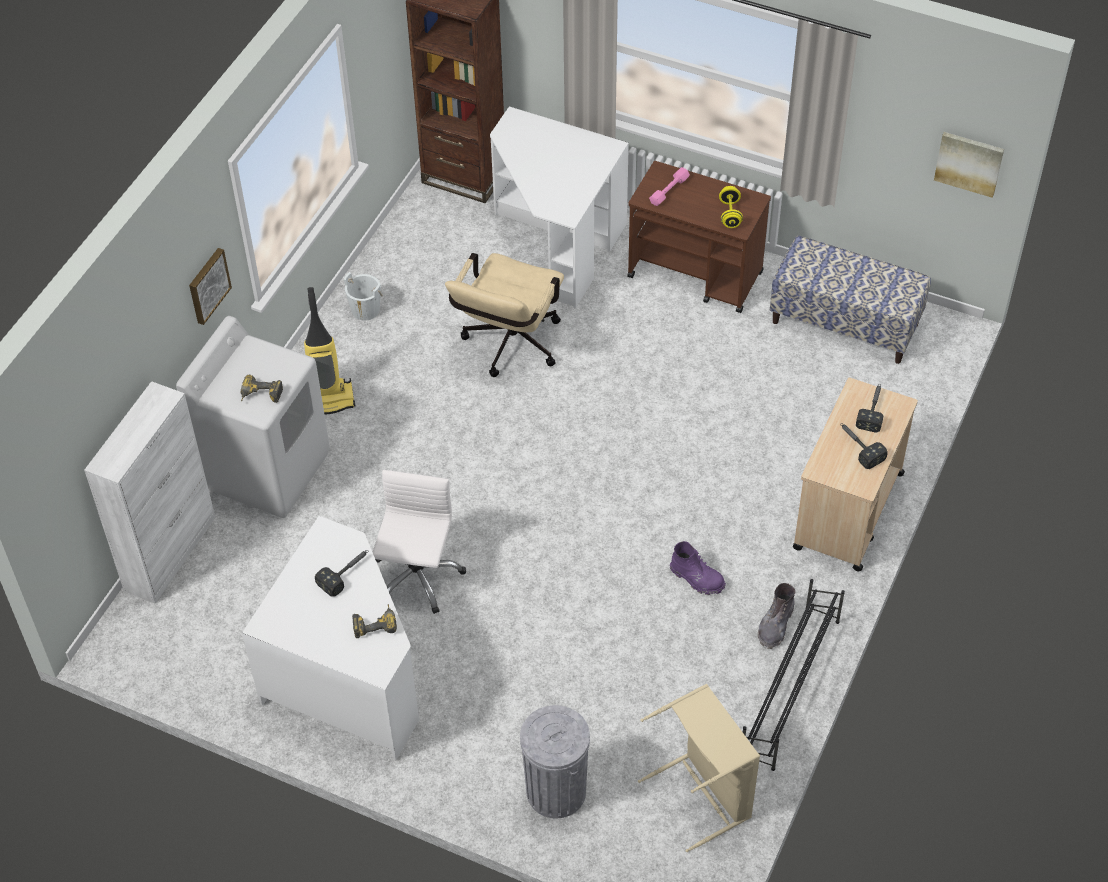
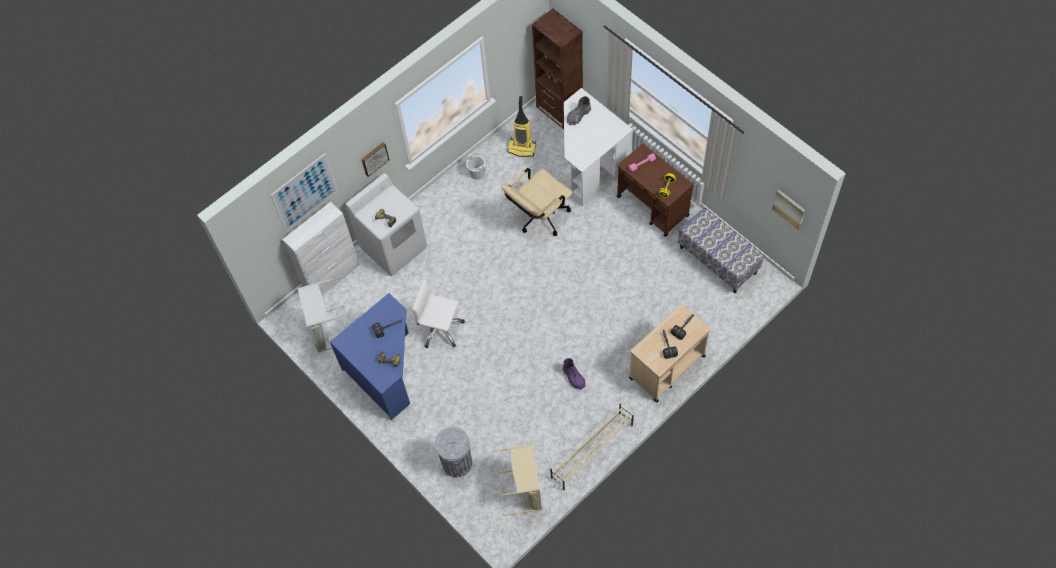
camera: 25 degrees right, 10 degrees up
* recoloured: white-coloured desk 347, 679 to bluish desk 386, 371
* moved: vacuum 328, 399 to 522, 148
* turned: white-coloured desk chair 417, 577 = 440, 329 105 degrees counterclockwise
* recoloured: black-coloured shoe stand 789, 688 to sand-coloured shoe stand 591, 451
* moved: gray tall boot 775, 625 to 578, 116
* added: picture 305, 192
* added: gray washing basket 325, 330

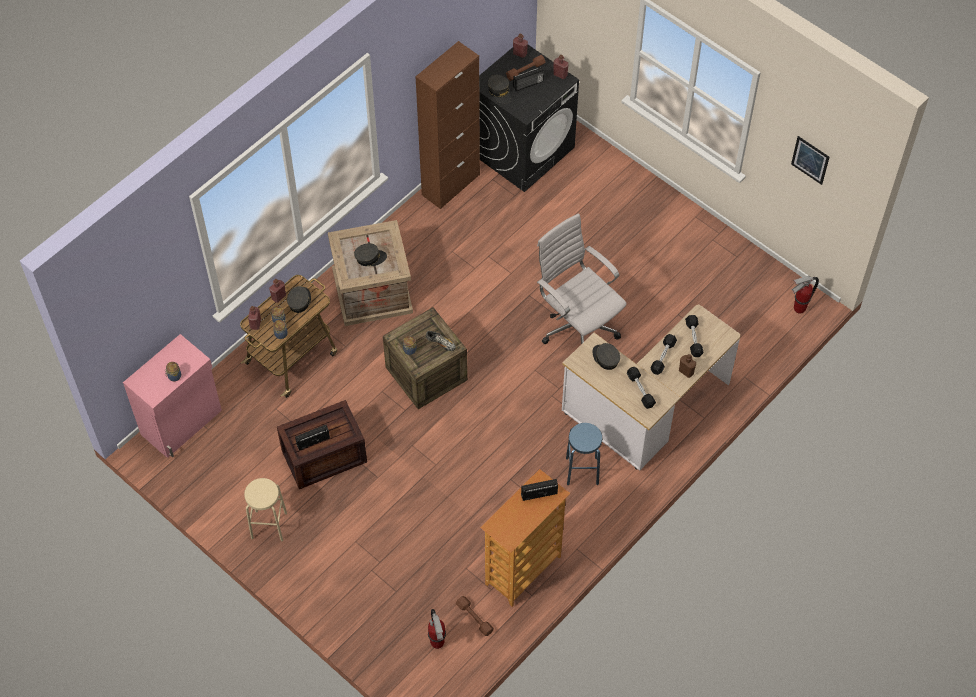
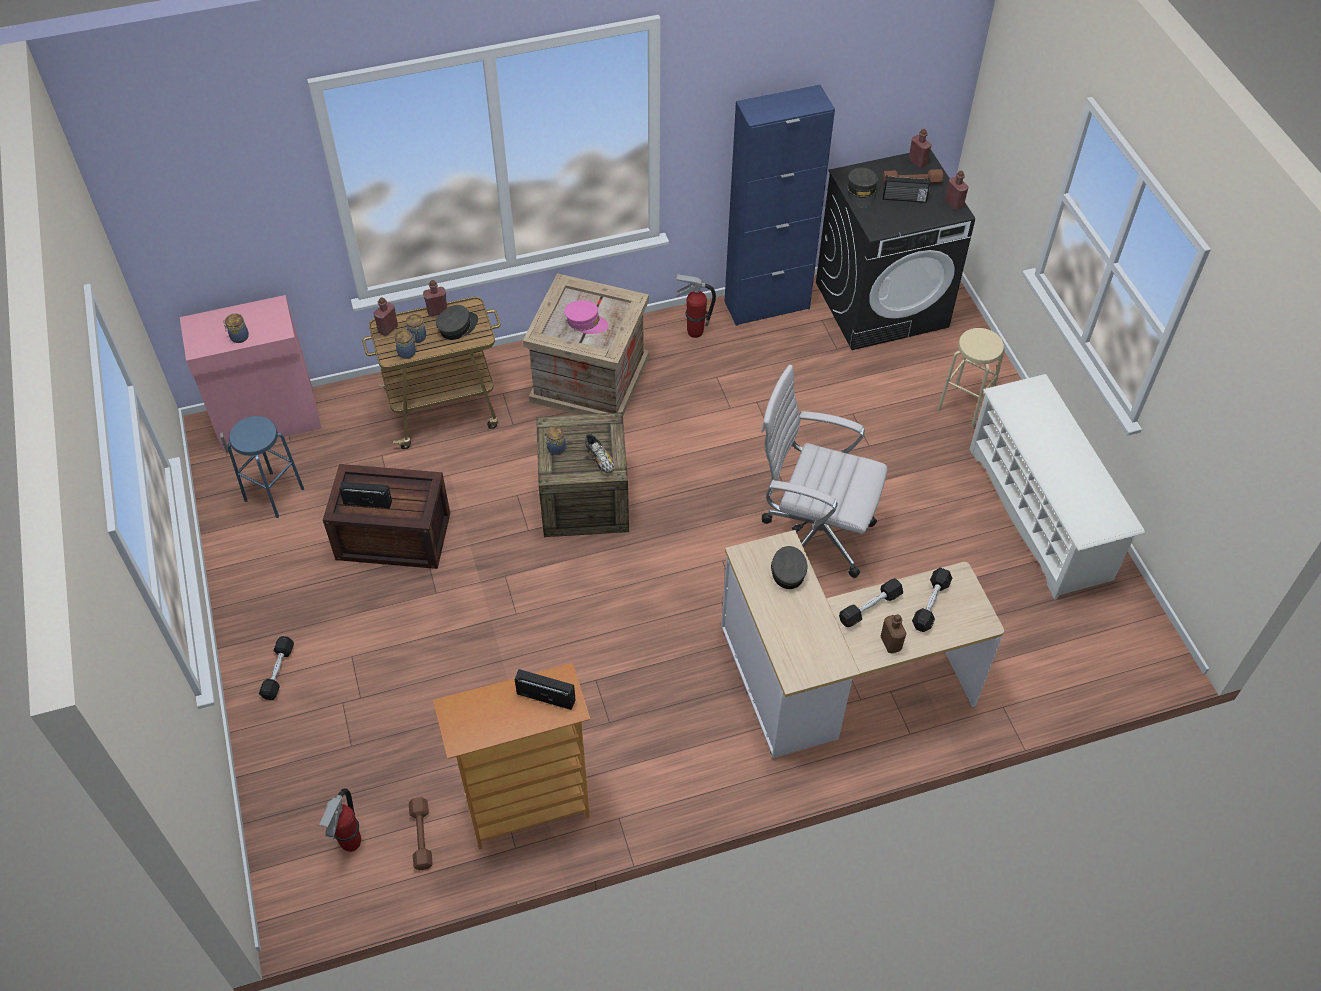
camera: 30 degrees right, 5 degrees down
* moved: sand-coloured stool seat 269, 525 to 964, 406
* recoloured: gray peaked cap 370, 258 to pink peaked cap 586, 322
* recoloured: brown cabinet 450, 185 to bluish cabinet 767, 305
* turned: white-coloured desk chair 577, 327 = 812, 534 60 degrees counterclockwise
* moved: bluish stool seat 582, 471 to 274, 494
* moved: black-coloured hand weight 640, 390 to 278, 672
* removed: picture 810, 160
* moved: fire extinguisher 799, 309 to 694, 332
* added: white-coloured shoe stand 1040, 514

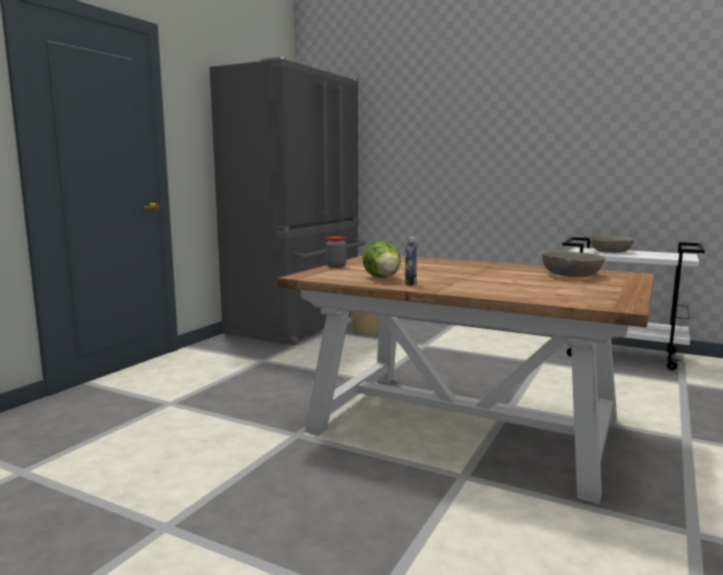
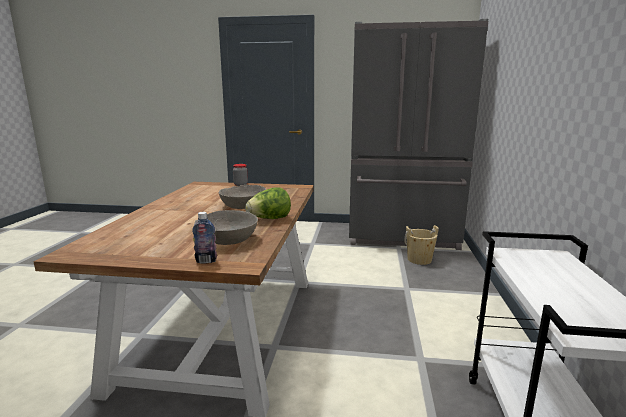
camera: 70 degrees right, 5 degrees up
* moved: head of lettuce 383, 278 to 269, 219
* moved: drink bottle 410, 284 to 206, 261
* moved: gray serving bowl 610, 251 to 243, 205

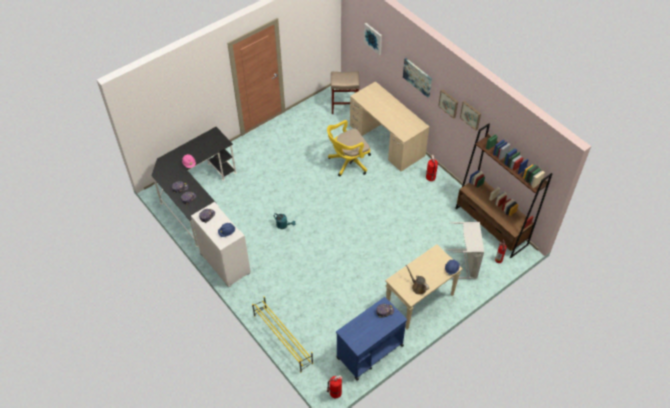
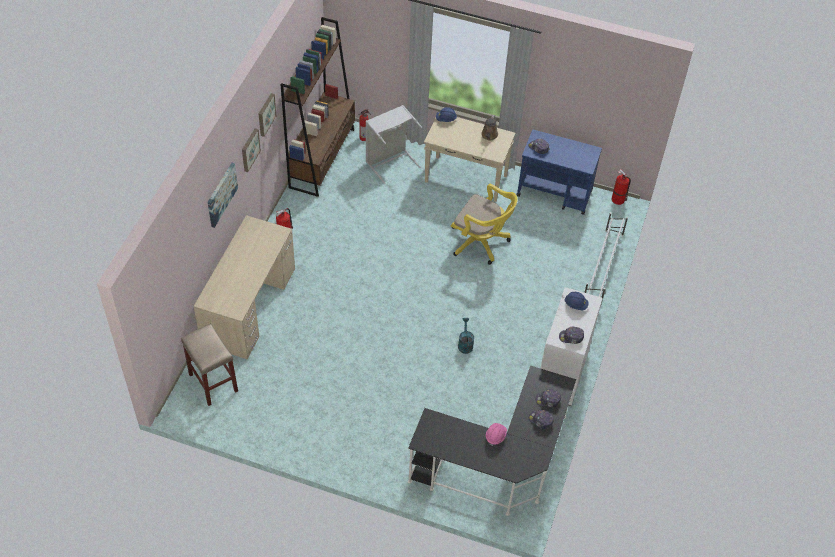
camera: 125 degrees left, 0 degrees up
* recoloured: yellowish shoe stand 282, 338 to white-coloured shoe stand 602, 268
* moved: yellowish desk chair 347, 162 to 481, 243
* removed: picture 373, 38

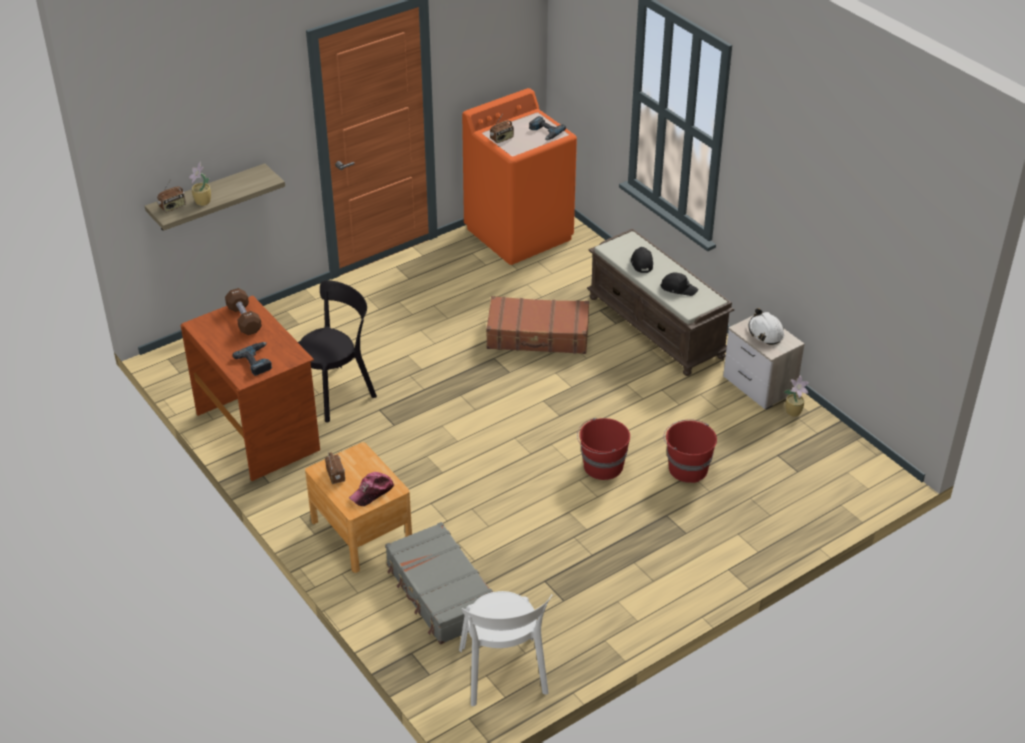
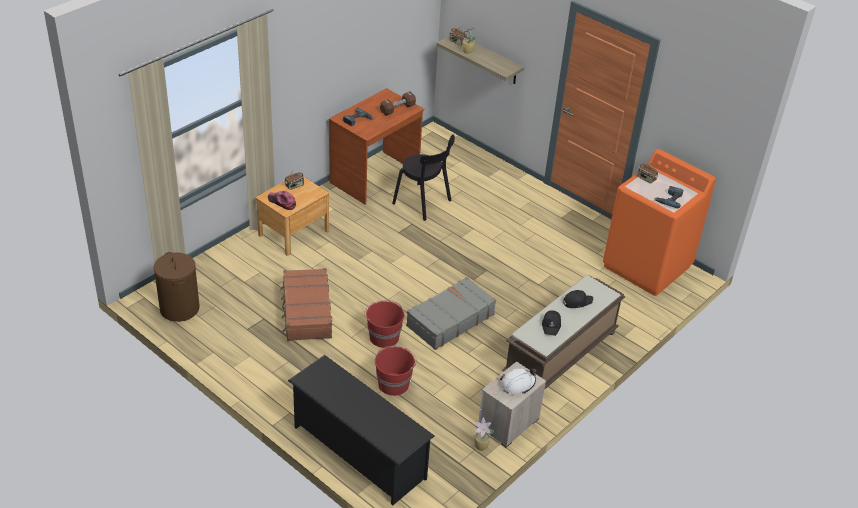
camera: 75 degrees right, 0 degrees up
* moved: gray piece of luggage 440, 593 to 449, 320
* replaced: white-coloured chair 503, 675 to brown washing basket 179, 308
* moved: brown piece of luggage 538, 336 to 306, 312
* added: black-coloured shoe stand 358, 452

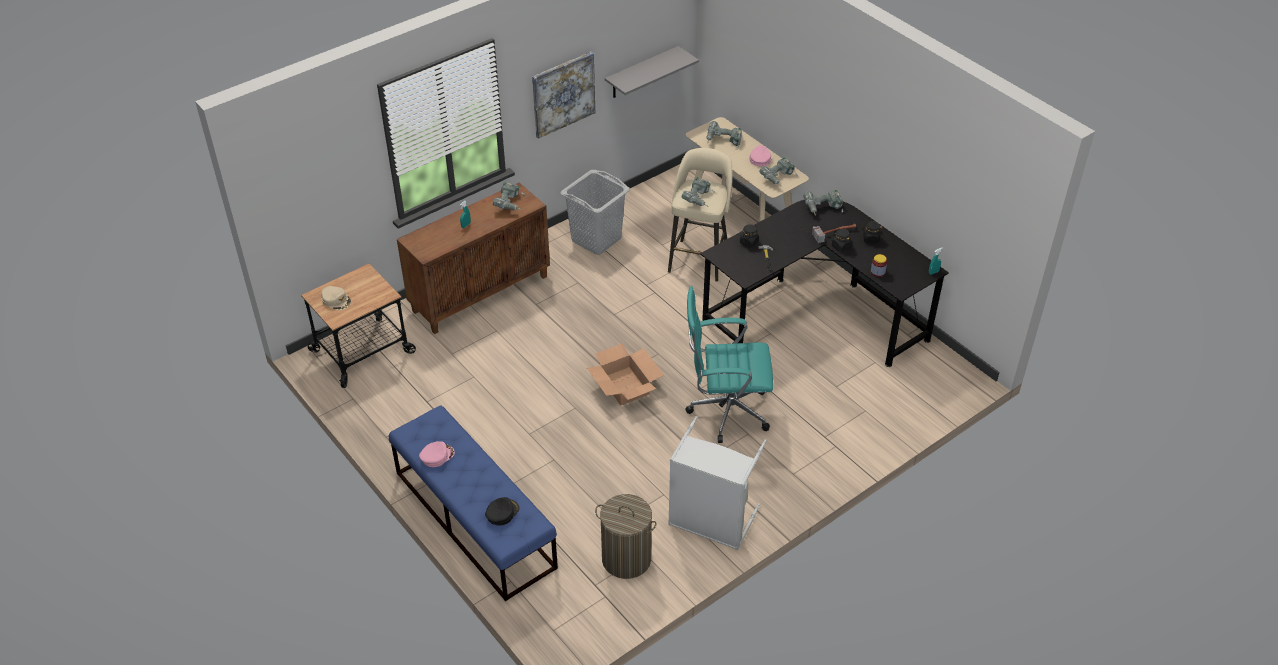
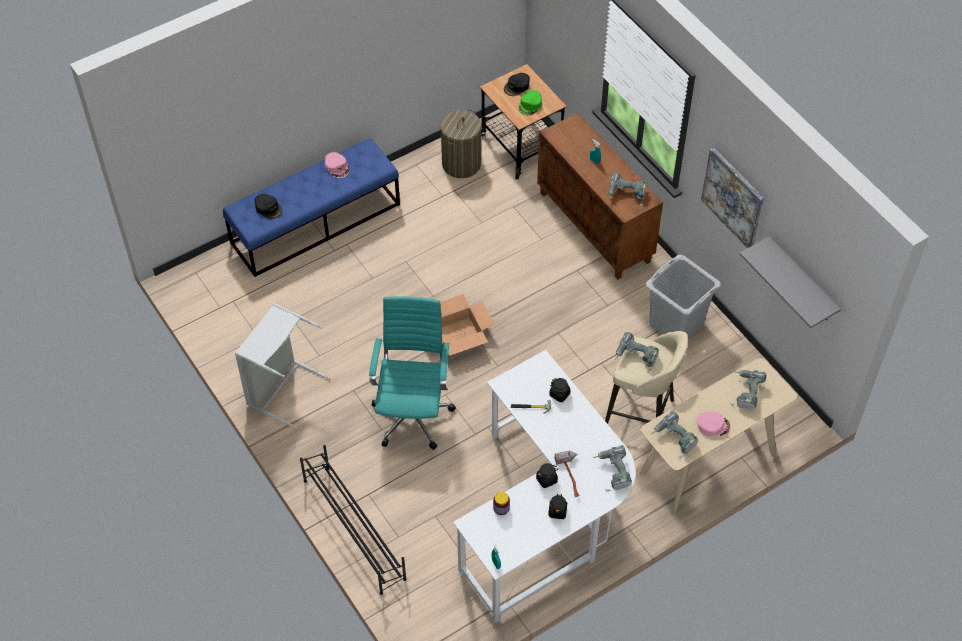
camera: 95 degrees right, 10 degrees up
* recoloured: sand-coloured peaked cap 336, 300 to black-coloured peaked cap 517, 86
* moved: washing basket 626, 559 to 461, 164
* recoloured: black-coloured desk 815, 313 to white-coloured desk 546, 514
* added: black-coloured shoe stand 354, 528
* added: green-coloured peaked cap 530, 105

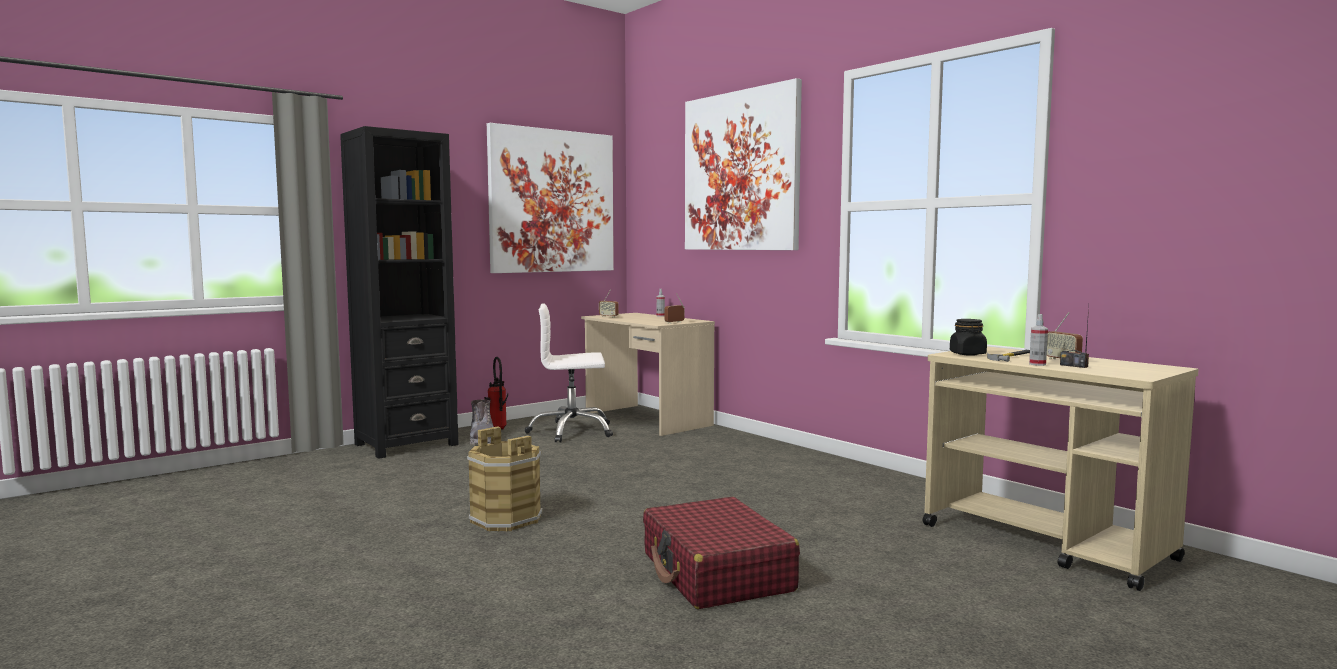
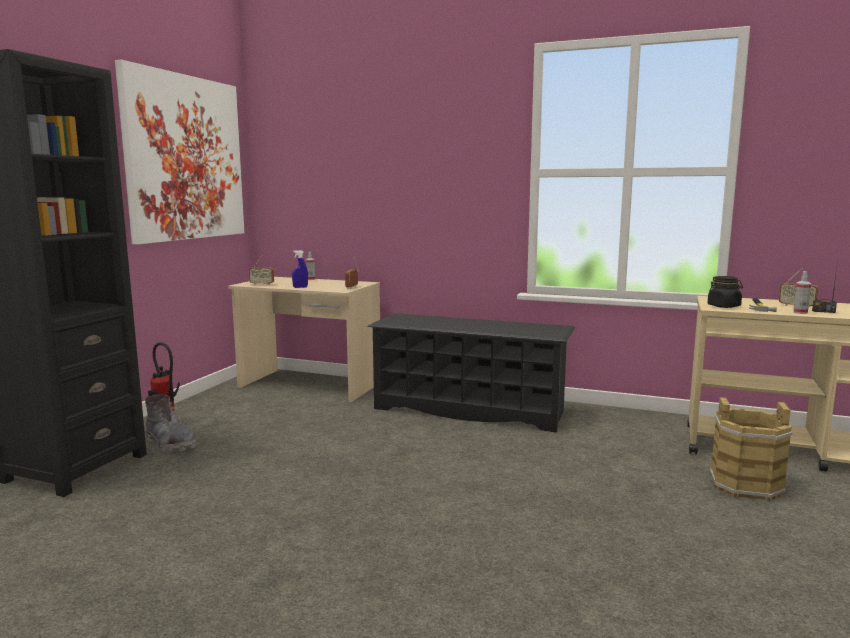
camera: 30 degrees left, 5 degrees up
* moved: brown water bucket 506, 519 to 745, 484
* removed: white-coloured desk chair 571, 431
* removed: red piece of luggage 716, 573
* removed: picture 741, 171
* added: bluish hand sprayer 300, 287
* added: black-coloured shoe stand 469, 410

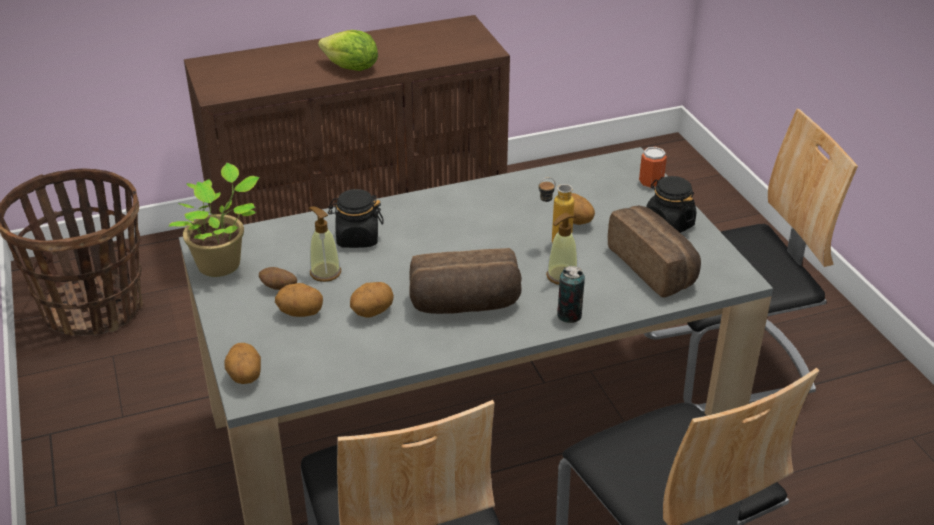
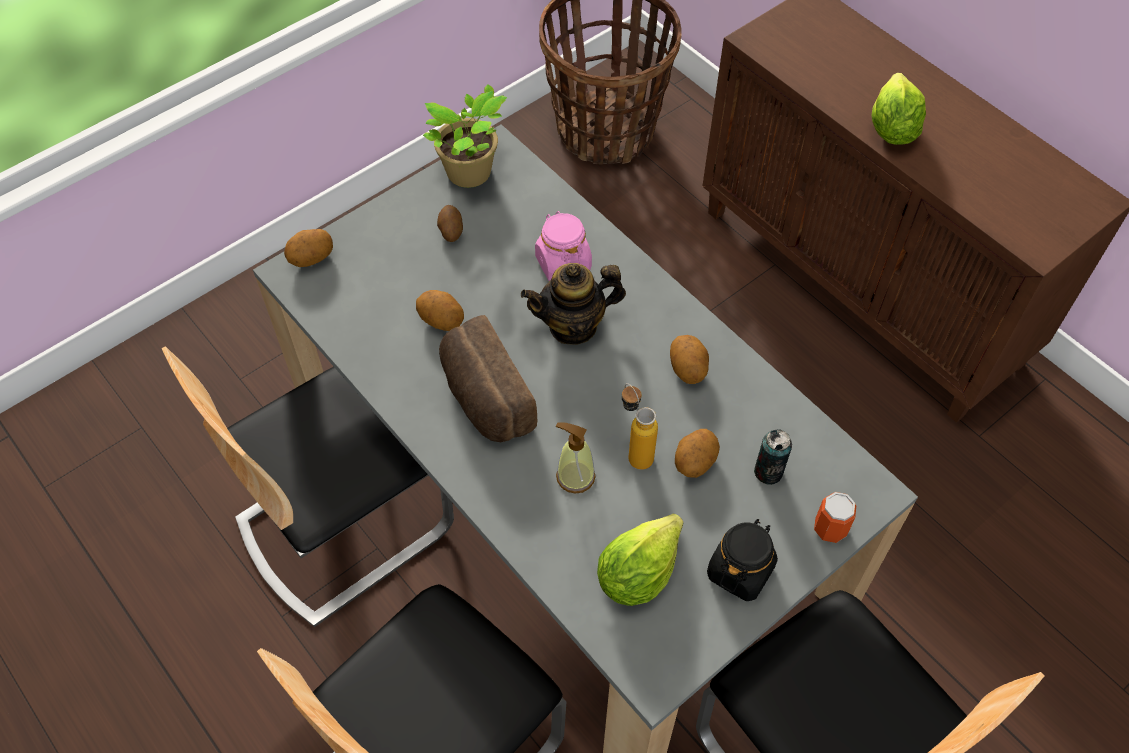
camera: 70 degrees right, 20 degrees up
* moved: spud 301, 313 to 688, 369
* removed: liquid soap bottle 325, 272
* recoloured: black-coloured jar 357, 238 to pink jar 563, 263
* moved: can 569, 315 to 768, 472
* replaced: baked bread 654, 266 to head of lettuce 637, 573
* added: tea pot 573, 325

